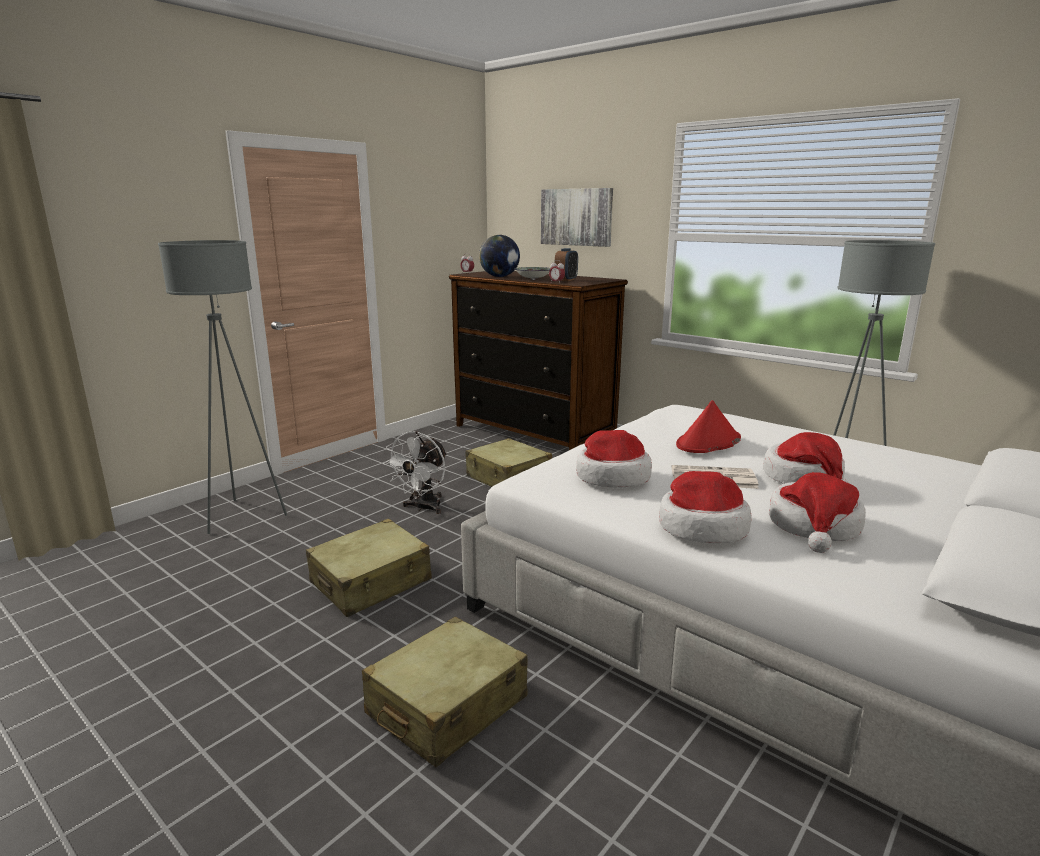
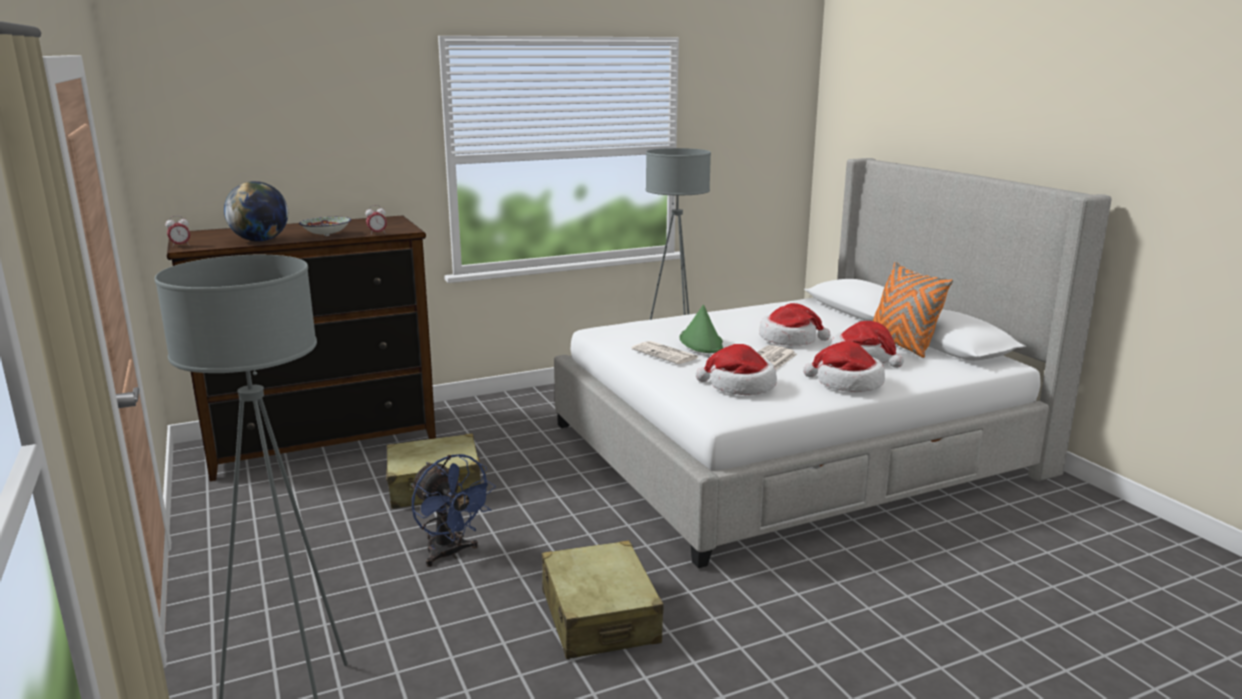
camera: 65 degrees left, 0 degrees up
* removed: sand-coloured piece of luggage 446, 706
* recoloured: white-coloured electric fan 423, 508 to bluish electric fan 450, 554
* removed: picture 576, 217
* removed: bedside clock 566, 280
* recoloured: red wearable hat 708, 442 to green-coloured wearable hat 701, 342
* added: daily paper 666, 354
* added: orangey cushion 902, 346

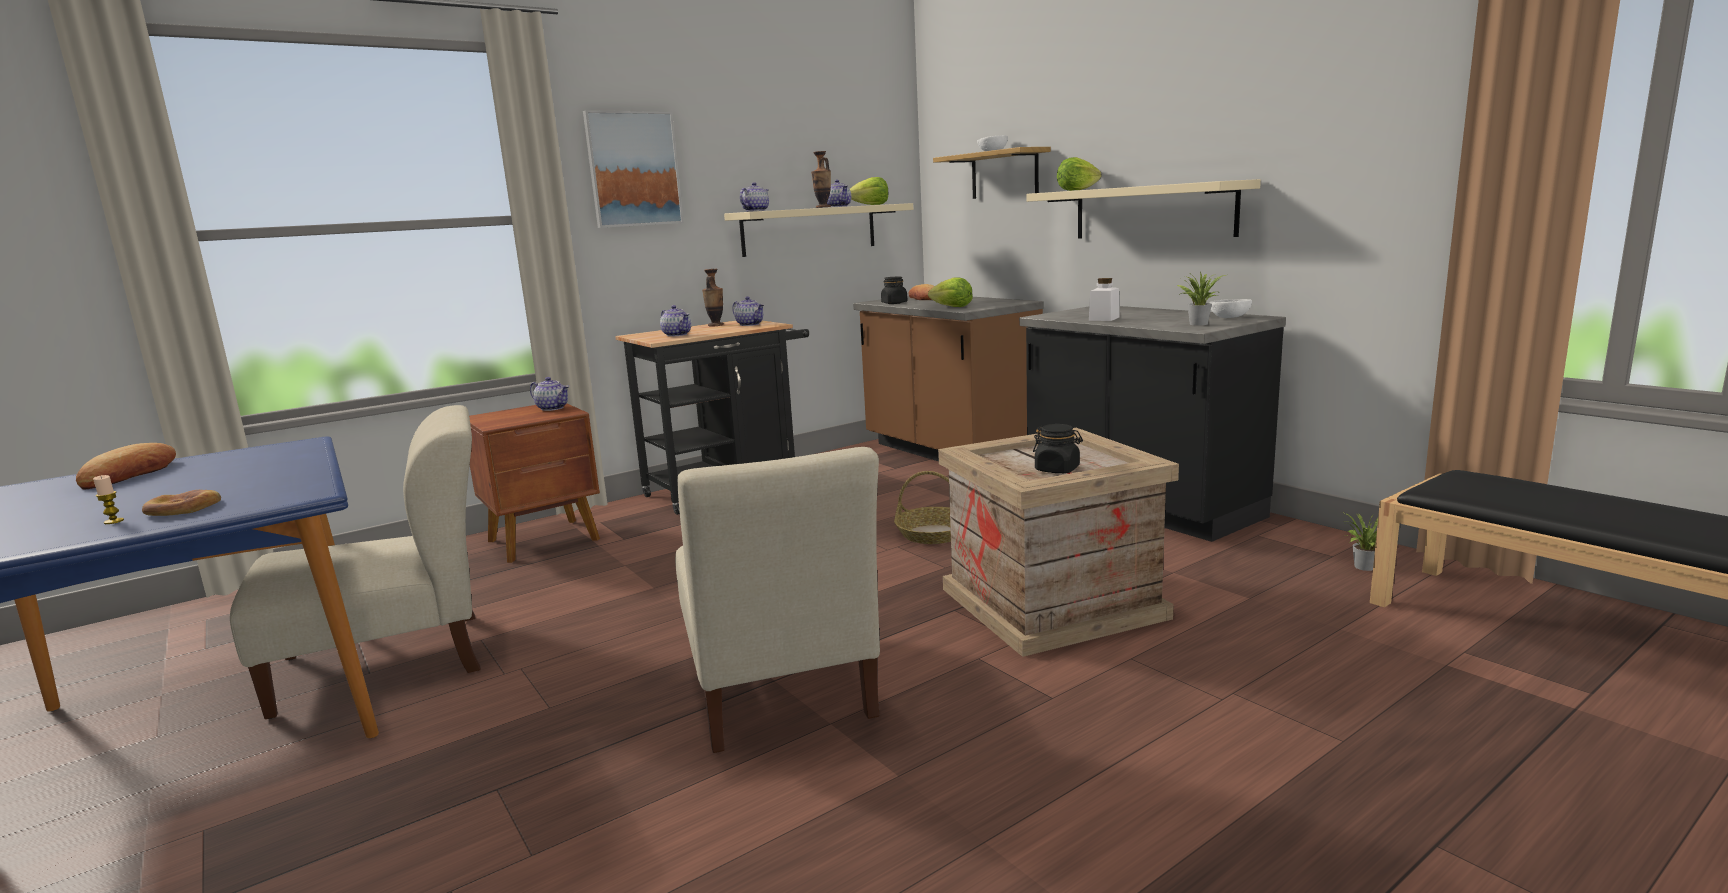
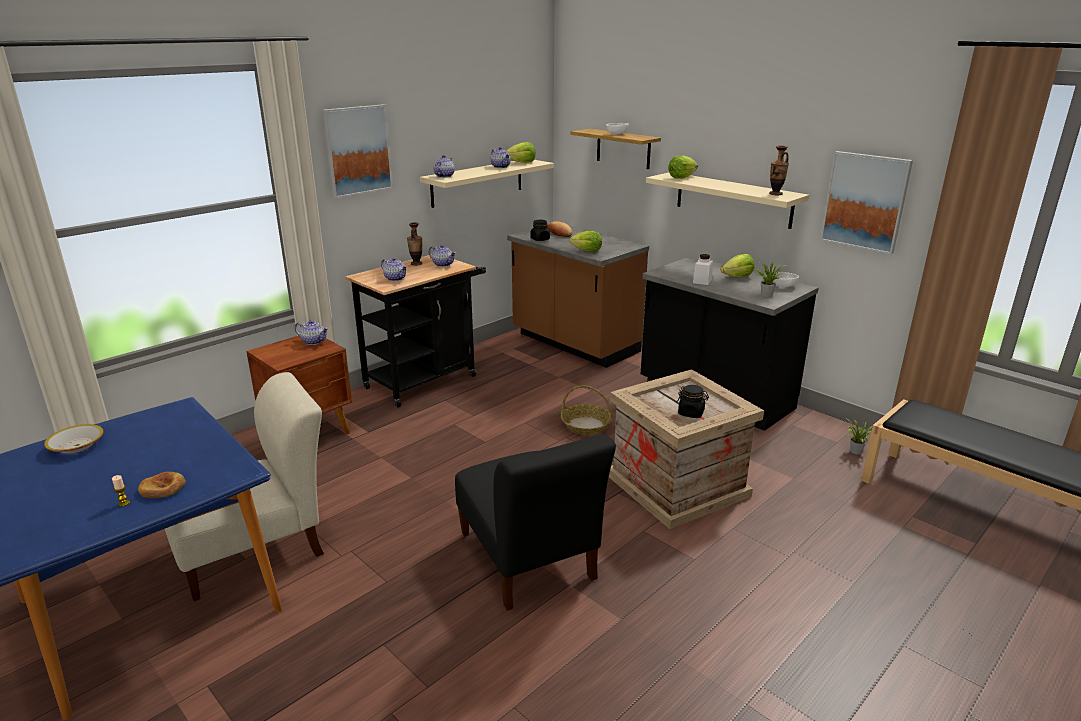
camera: 10 degrees left, 10 degrees up
* replaced: baked bread 130, 474 to serving bowl 77, 446
* recoloured: sand-coloured chair 778, 689 to black-coloured chair 528, 560
* moved: decorative vase 823, 207 to 775, 194
* added: head of lettuce 737, 277
* added: picture 865, 201

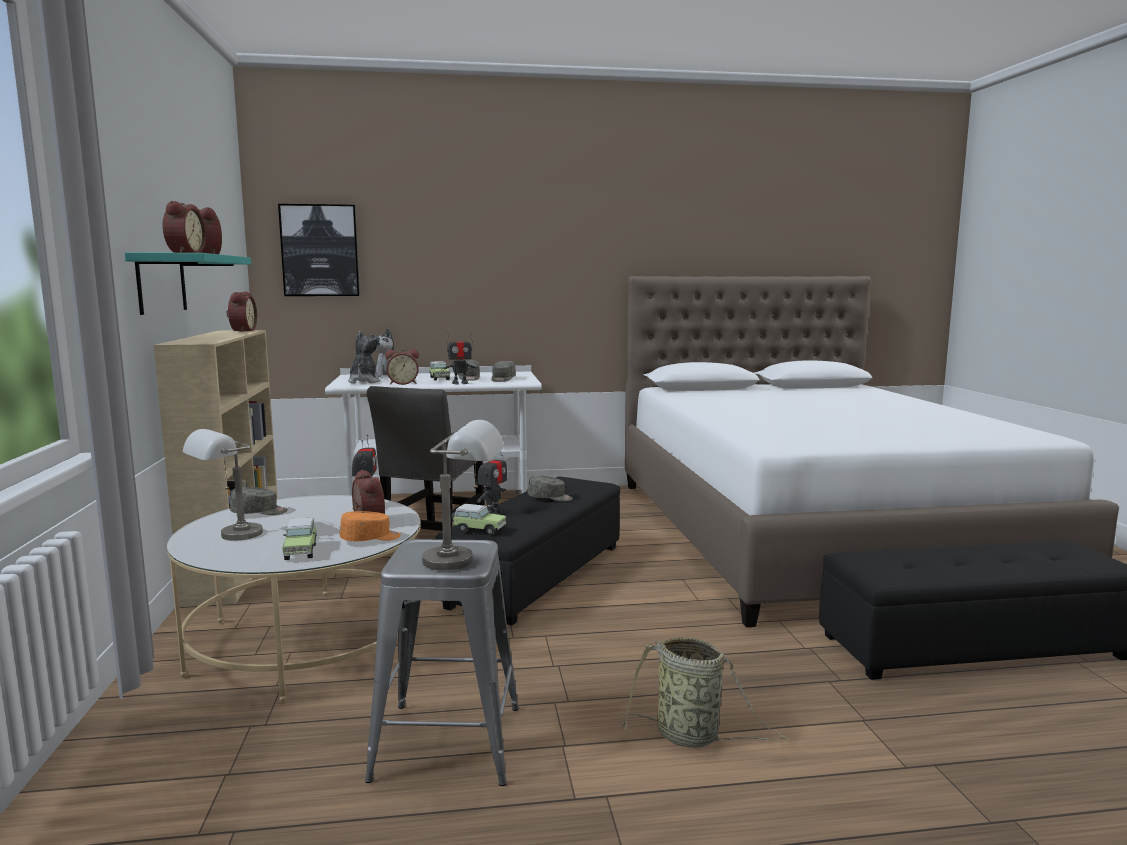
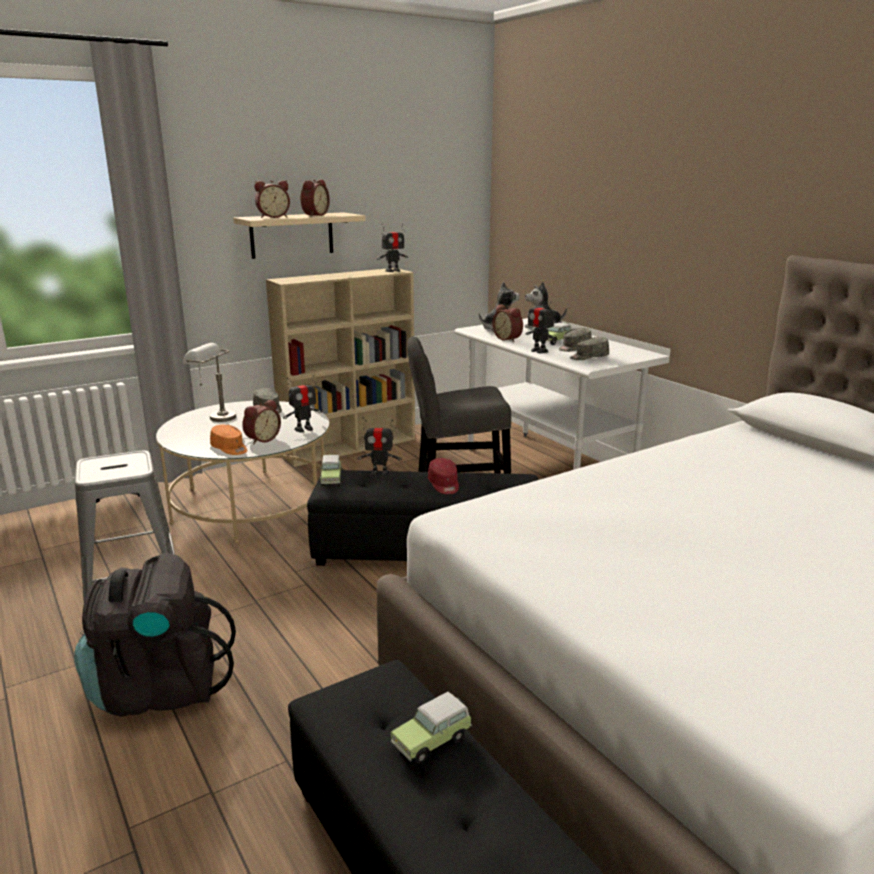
camera: 65 degrees right, 10 degrees up
* recoloured: turquoise-coloured wall shelf 161, 283 to sand-coloured wall shelf 292, 235
* replaced: bedside clock 241, 331 to model robot 393, 271
* removed: picture 320, 250
* moved: model car 301, 551 to 433, 740
* removed: gray lamp for a table 465, 561
* recoloured: gray peaked cap 550, 498 to red peaked cap 444, 485
* replaced: storage basket 692, 737 to black-coloured knapsack 159, 689

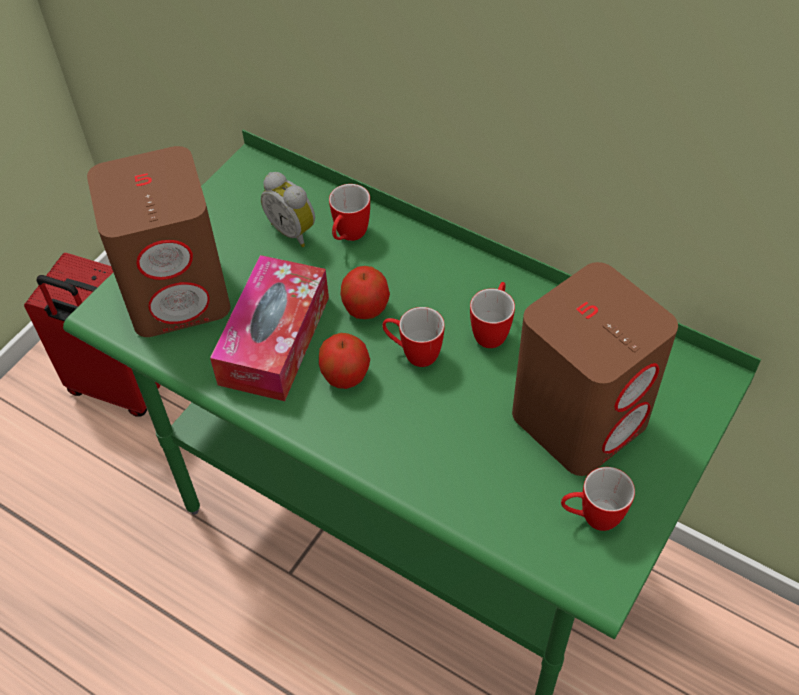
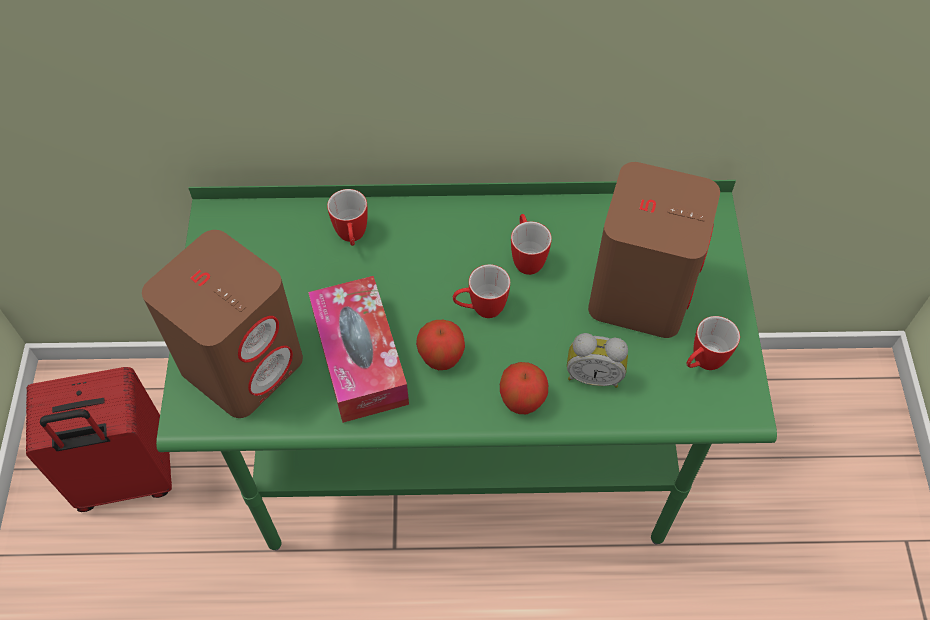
camera: 35 degrees left, 5 degrees up
* moved: bedside clock 294, 230 to 593, 375
* moved: apple 366, 308 to 522, 399

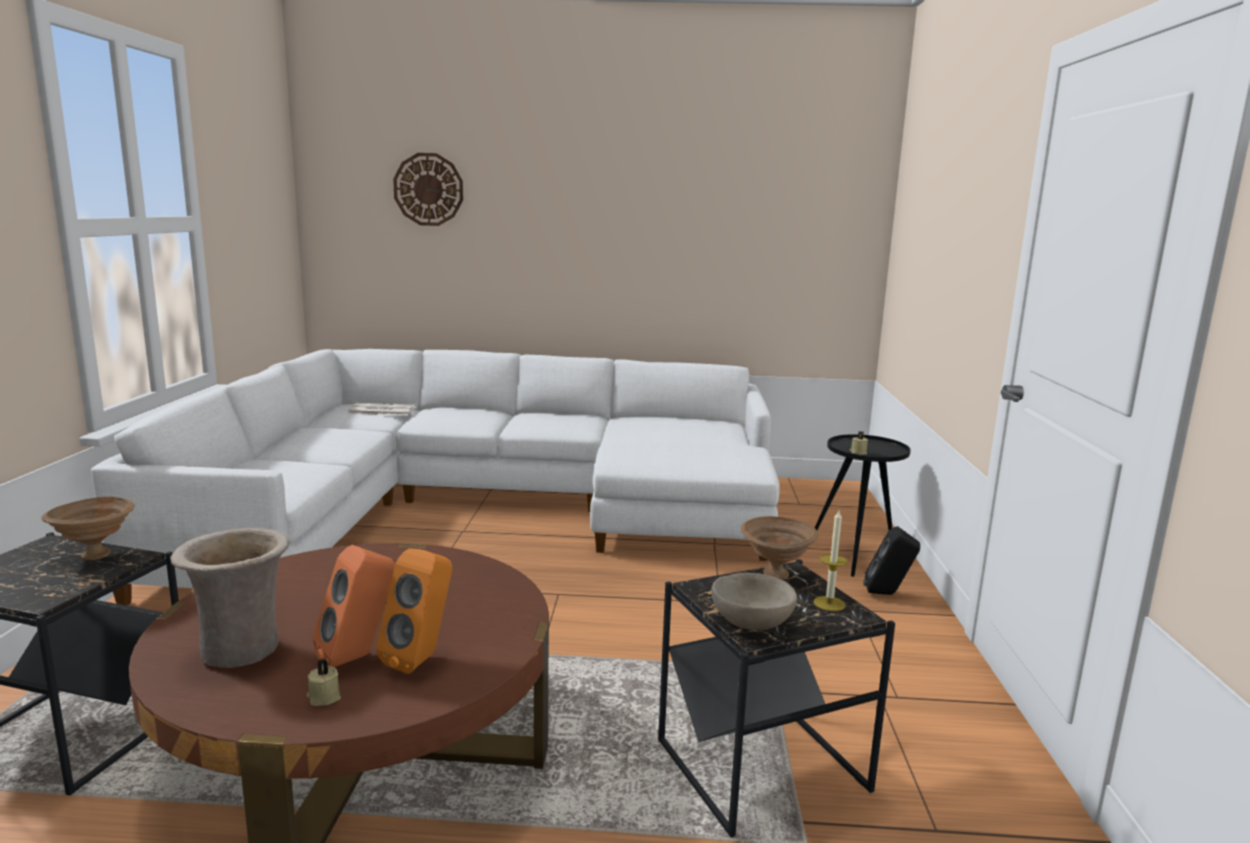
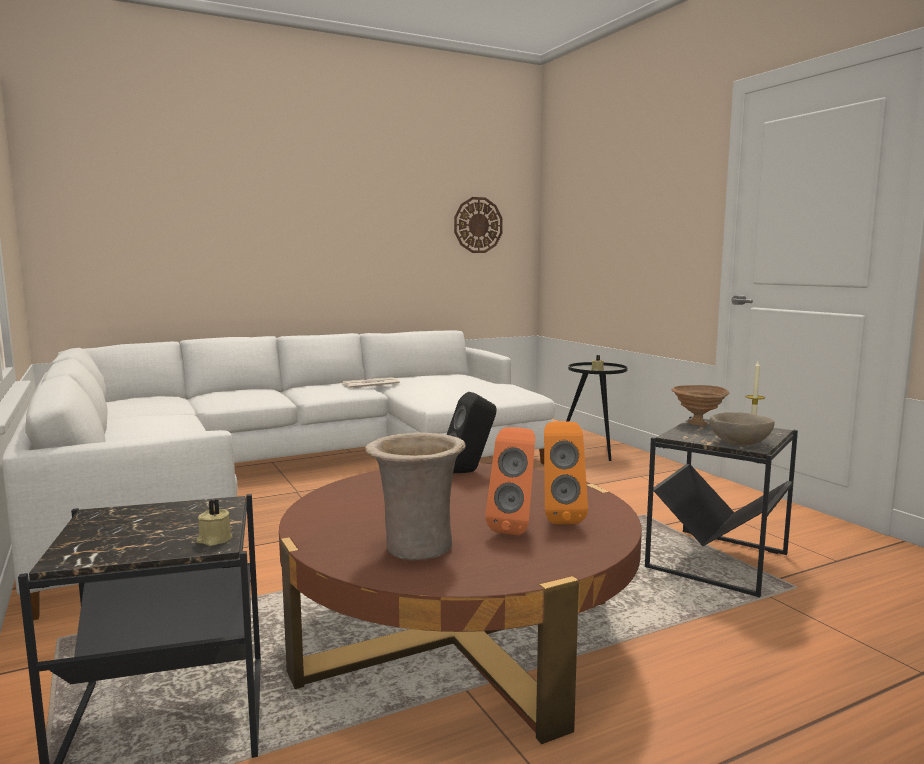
camera: 30 degrees left, 5 degrees down
* removed: brown serving bowl 93, 555
* moved: sand-coloured wax candle 323, 697 to 214, 540
* moved: daily paper 381, 410 to 370, 384
* moved: hanging clock 428, 189 to 478, 225
* moved: black-coloured loudspeaker 888, 594 to 469, 472

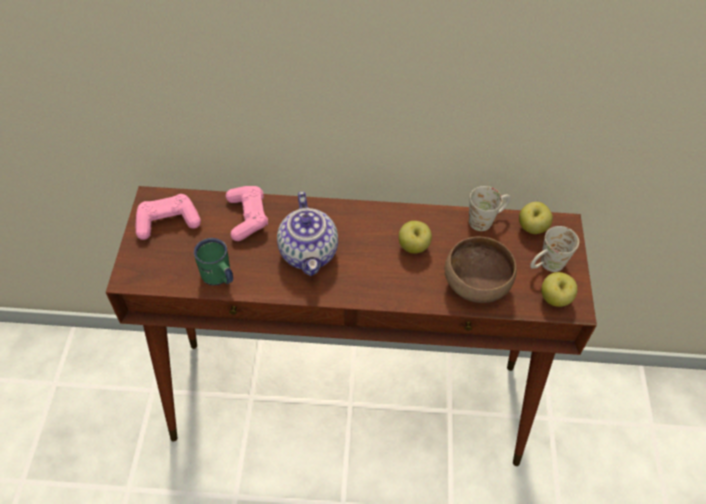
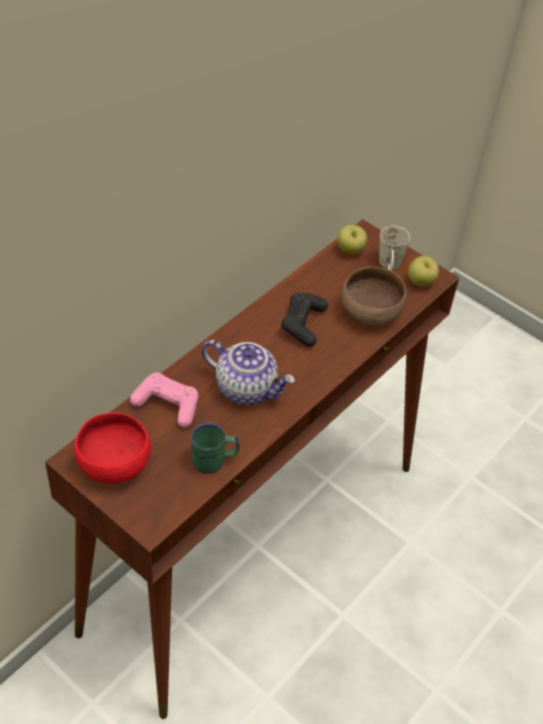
camera: 55 degrees left, 5 degrees down
* replaced: pink joypad 168, 222 to red serving bowl 114, 463
* replaced: apple 413, 247 to black-coloured joypad 303, 324
* removed: white-coloured mug 486, 219

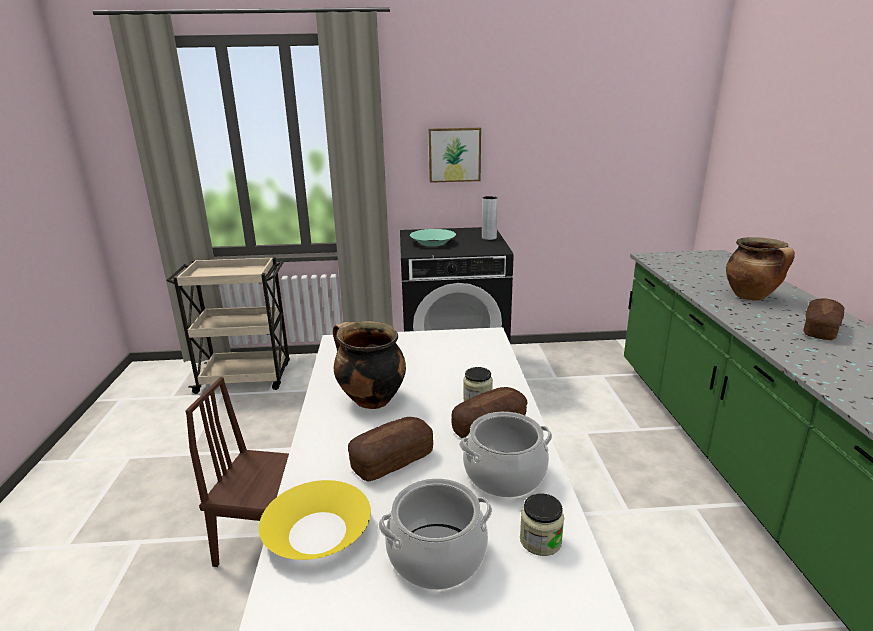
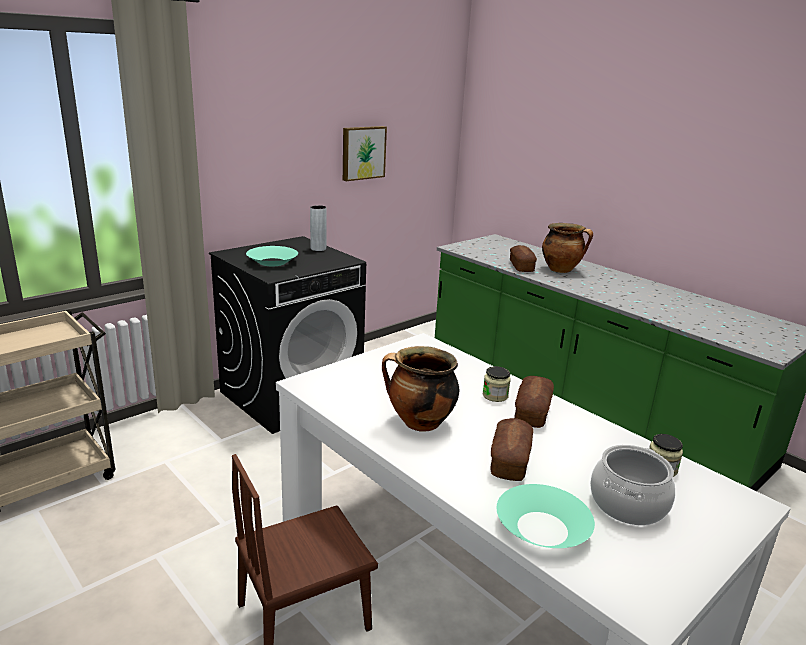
camera: 40 degrees left, 0 degrees up
* recoloured: yellowish serving bowl 318, 531 to turquoise-coloured serving bowl 542, 528
* moved: picture 454, 154 to 362, 152
* removed: saucepot 504, 474
* moved: baked bread 820, 329 to 521, 266

